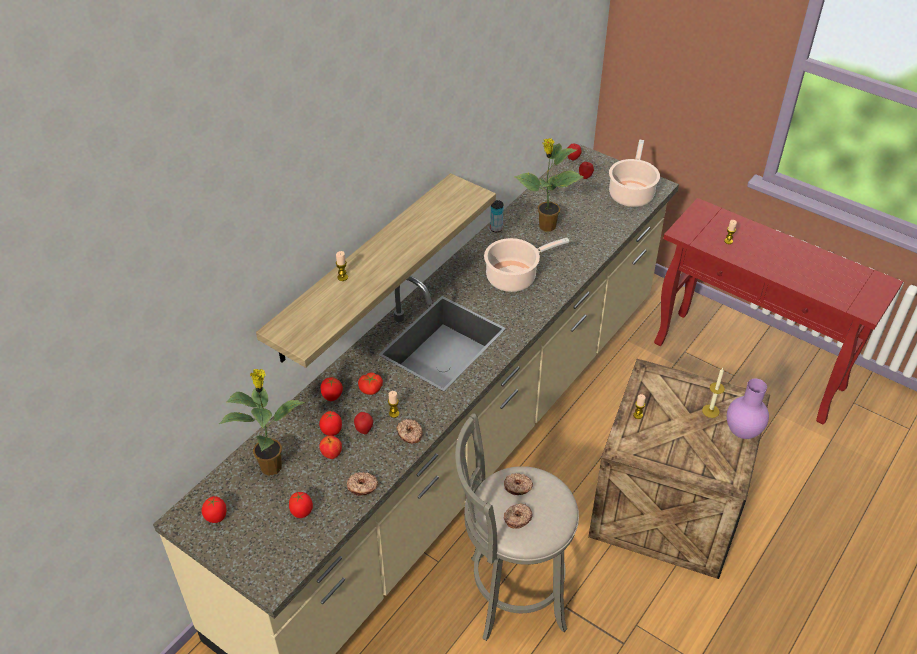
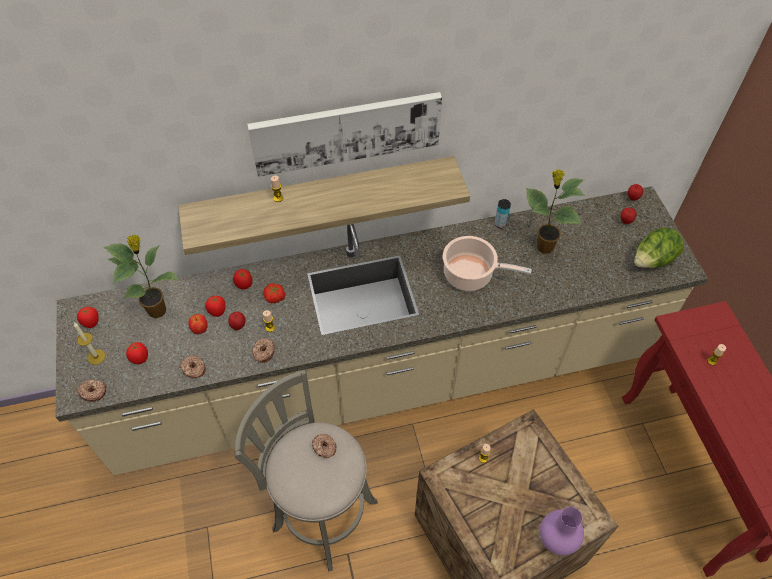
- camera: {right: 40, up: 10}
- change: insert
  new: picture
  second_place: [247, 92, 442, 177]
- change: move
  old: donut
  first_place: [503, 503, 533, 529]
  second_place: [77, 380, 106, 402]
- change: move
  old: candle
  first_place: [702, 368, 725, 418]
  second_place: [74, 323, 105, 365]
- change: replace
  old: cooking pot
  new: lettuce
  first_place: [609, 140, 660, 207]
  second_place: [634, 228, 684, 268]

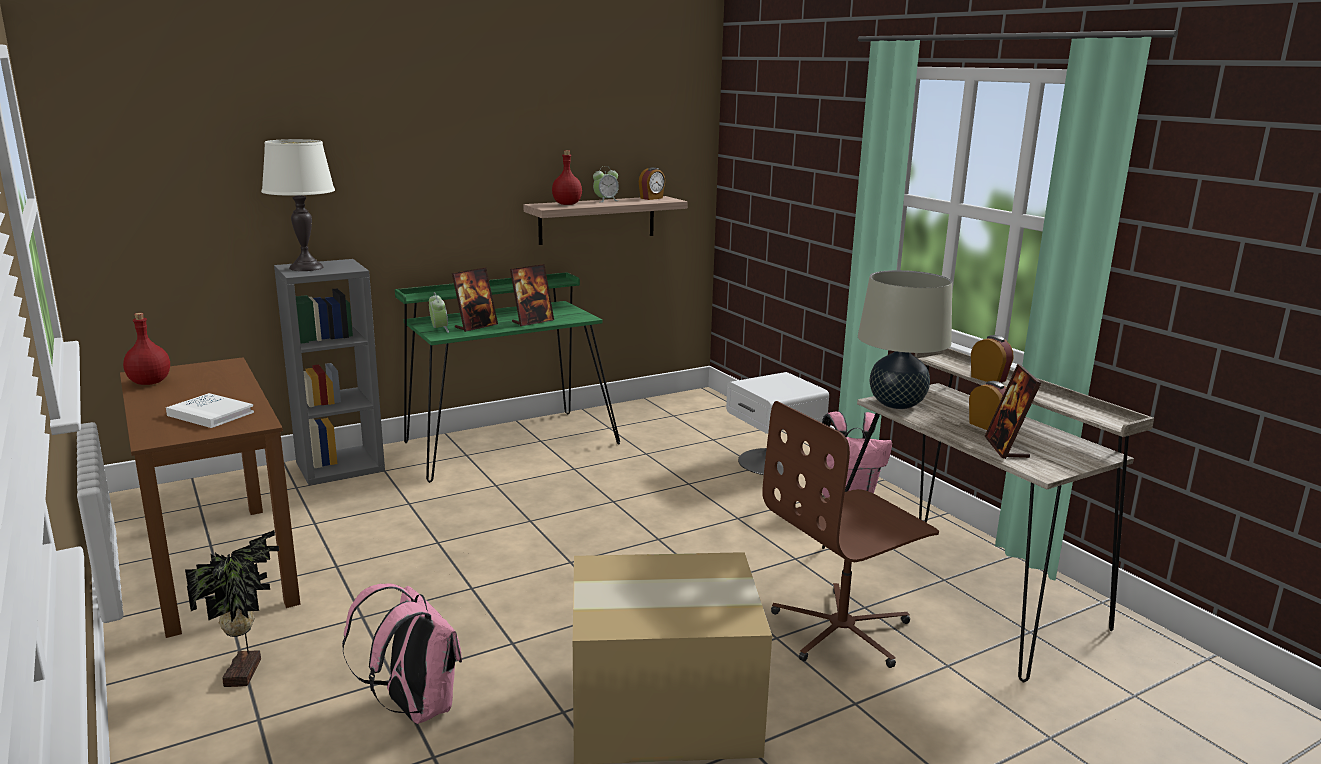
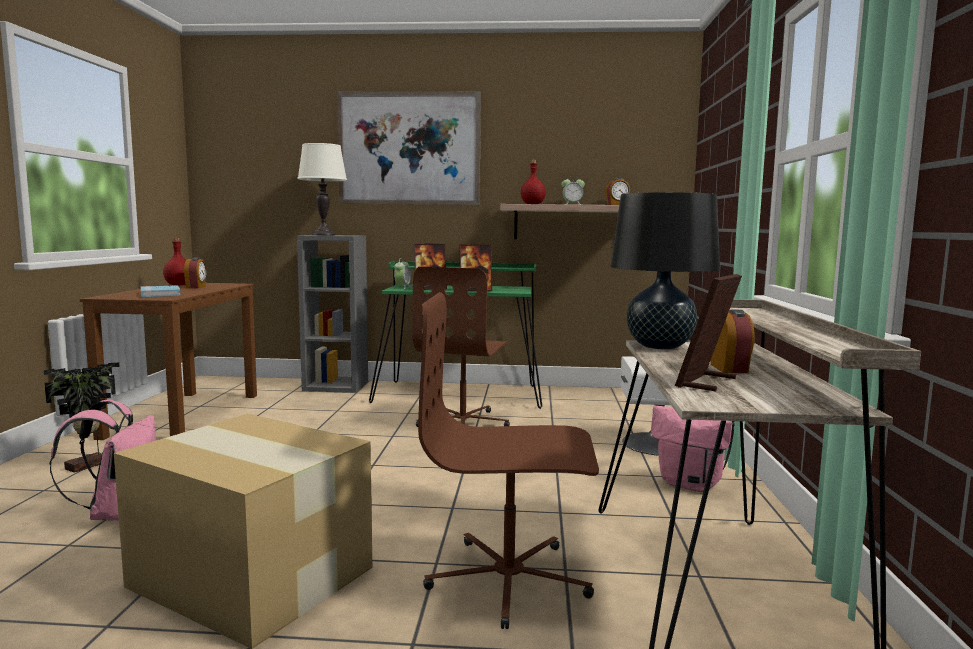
- camera: {right: 35, up: -10}
- change: insert
  new: picture
  second_place: [337, 91, 481, 205]
- change: insert
  new: brown office chair
  second_place: [412, 267, 510, 427]
- change: move
  old: alarm clock
  first_place: [971, 335, 1014, 383]
  second_place: [184, 258, 206, 289]
- change: recolor
  old: white book
  new: blue book
  first_place: [166, 393, 254, 428]
  second_place: [141, 285, 181, 297]
- change: recolor
  old: beige table lamp
  new: black table lamp
  first_place: [858, 270, 952, 409]
  second_place: [611, 192, 720, 349]

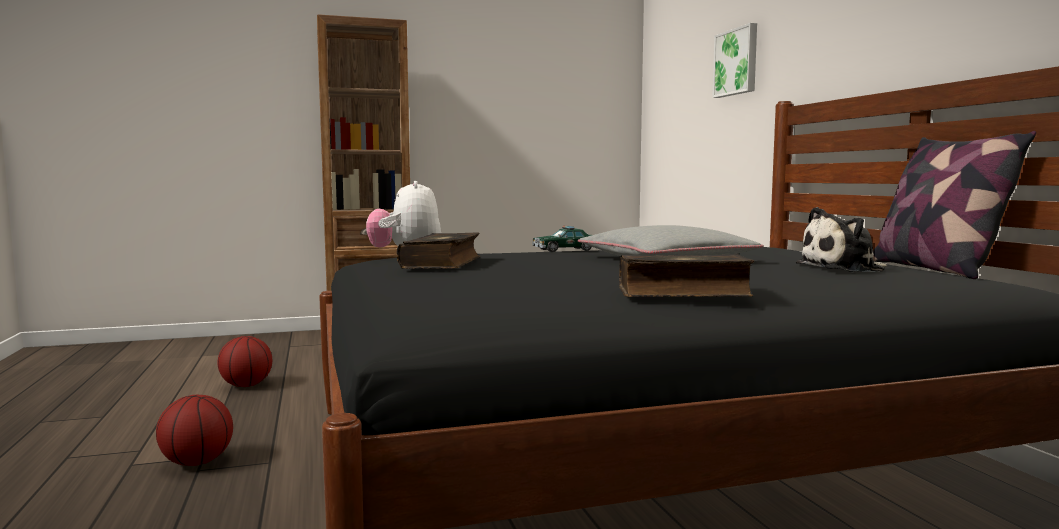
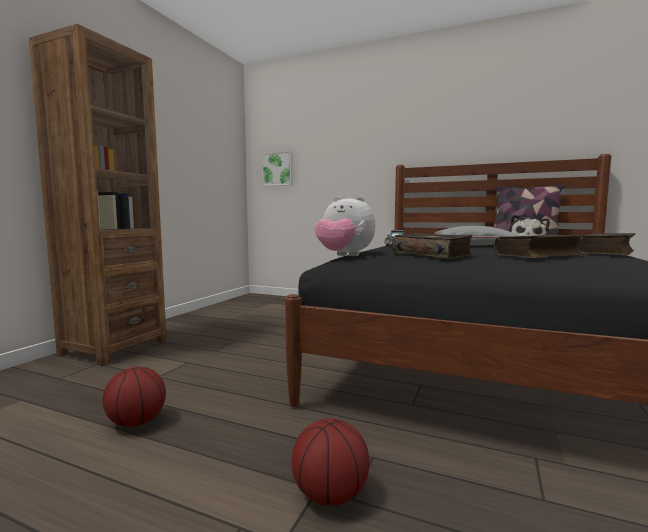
- camera: {right: -50, up: 0}
- change: insert
  new: book
  second_place: [494, 235, 583, 258]
- change: move
  old: picture
  first_place: [712, 23, 757, 98]
  second_place: [262, 151, 293, 186]

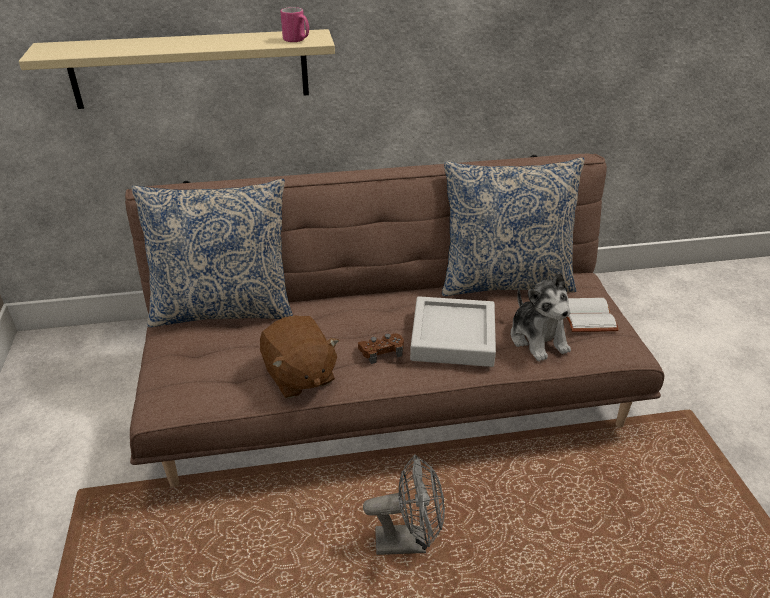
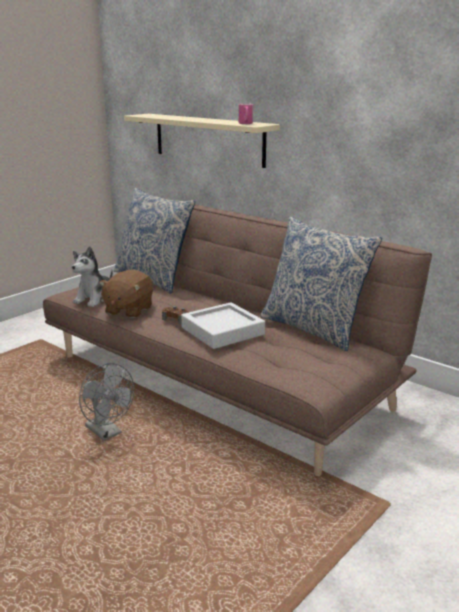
- camera: {right: 50, up: -15}
- change: delete
  old: white book
  first_place: [566, 298, 619, 332]
- change: move
  old: plush toy
  first_place: [510, 273, 571, 362]
  second_place: [72, 246, 113, 307]

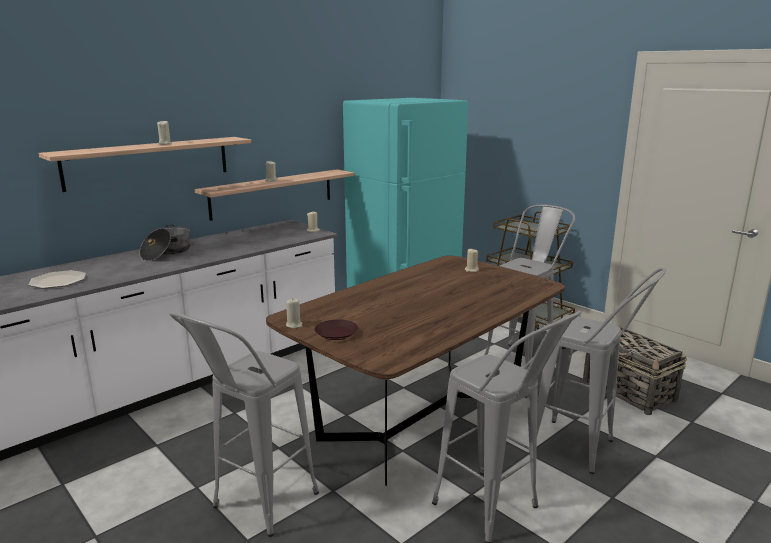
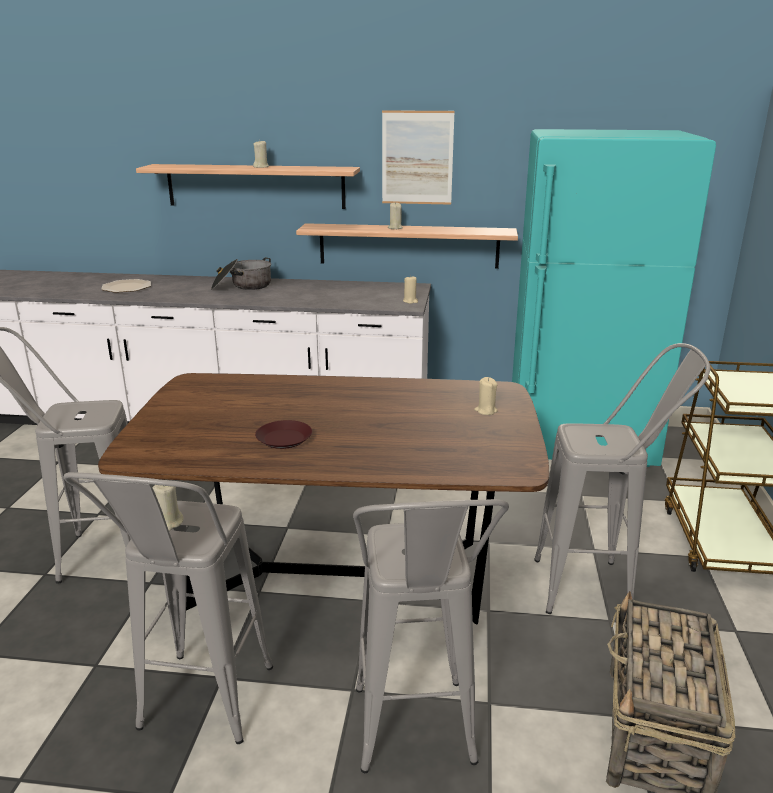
- camera: {right: 50, up: 5}
- change: insert
  new: picture
  second_place: [382, 110, 455, 205]
- change: move
  old: beige candle
  first_place: [286, 299, 302, 329]
  second_place: [153, 485, 184, 531]
- change: move
  old: brown plate
  first_place: [315, 320, 358, 340]
  second_place: [255, 420, 312, 449]

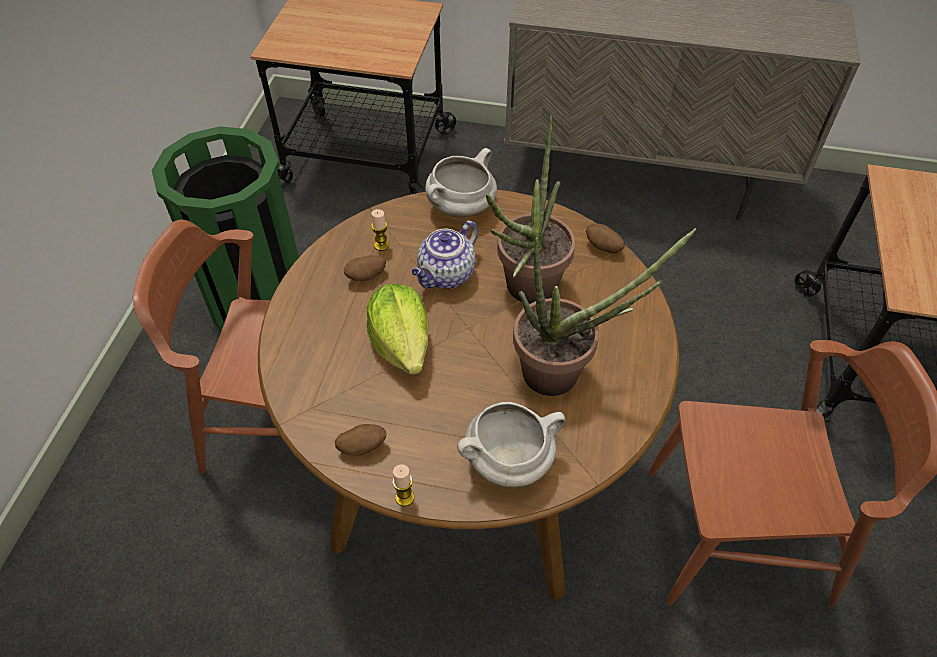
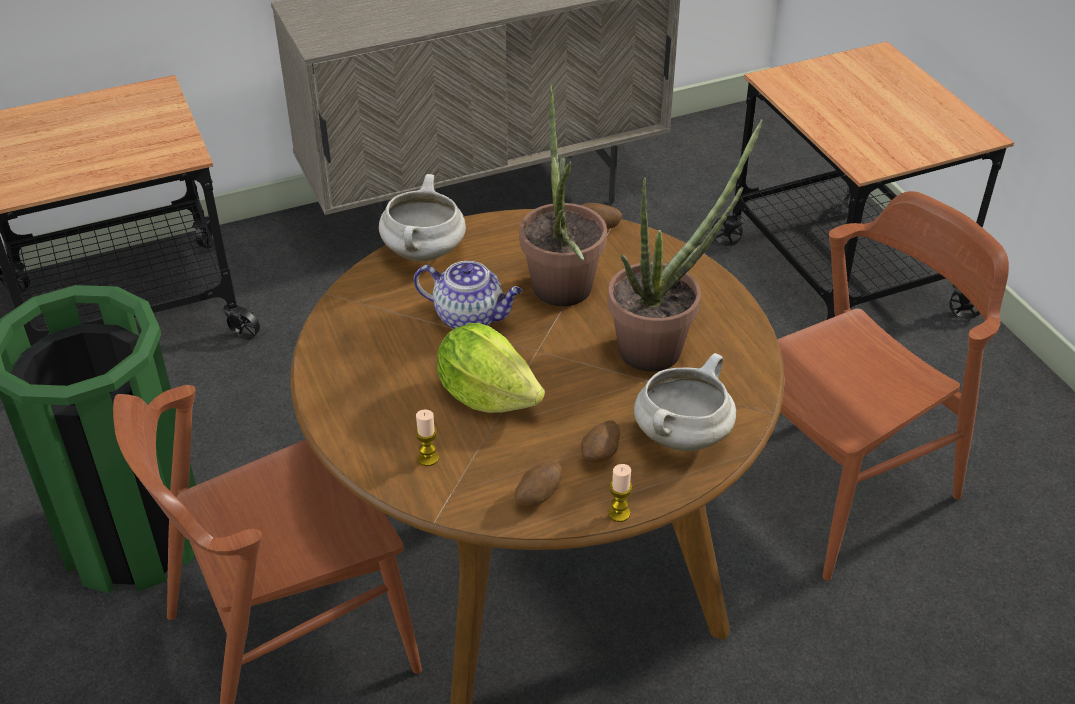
- camera: {right: -35, up: -10}
- change: move
  old: potato
  first_place: [344, 255, 386, 281]
  second_place: [581, 420, 620, 463]
- change: move
  old: candle
  first_place: [371, 209, 389, 251]
  second_place: [415, 410, 439, 466]
- change: rotate
  old: teapot
  first_place: [412, 221, 478, 289]
  second_place: [414, 261, 522, 329]
  degrees: -75

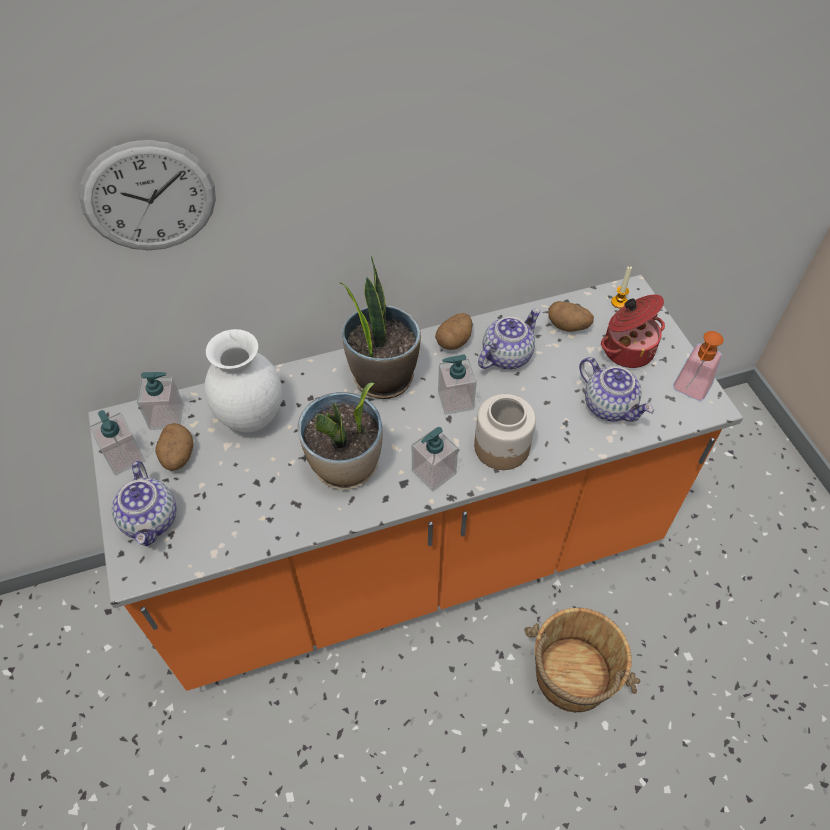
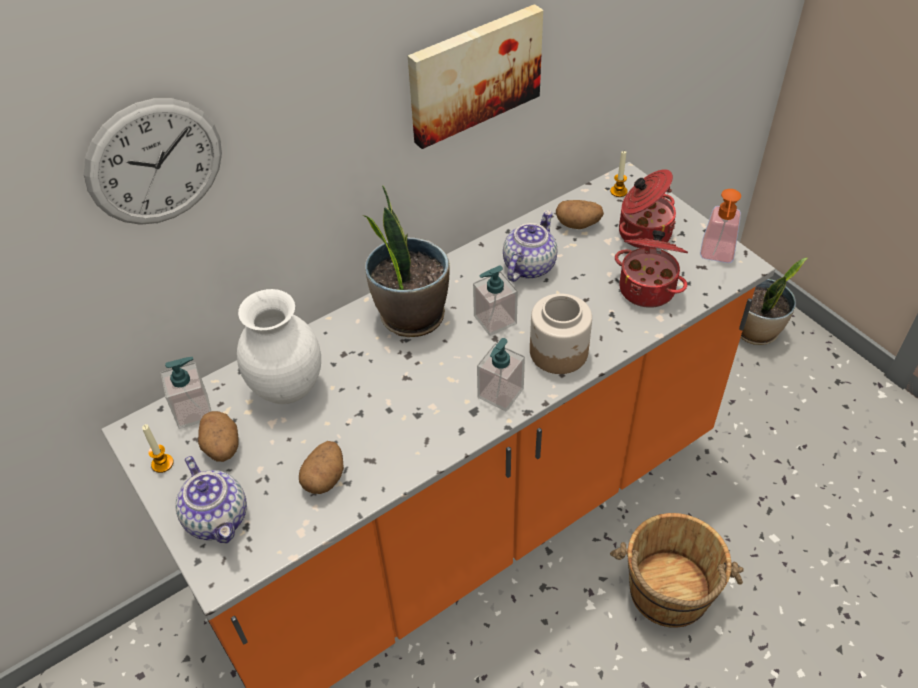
- camera: {right: -15, up: -5}
- change: insert
  new: picture
  second_place: [408, 4, 543, 149]
- change: move
  old: potted plant
  first_place: [297, 382, 383, 490]
  second_place: [741, 258, 807, 345]
- change: move
  old: potato
  first_place: [435, 313, 472, 350]
  second_place: [299, 441, 344, 494]
- change: replace
  old: soap dispenser
  new: candle
  first_place: [89, 410, 145, 475]
  second_place: [142, 424, 174, 473]
- change: replace
  old: teapot
  new: cooking pot
  first_place: [579, 357, 653, 422]
  second_place: [615, 230, 688, 308]

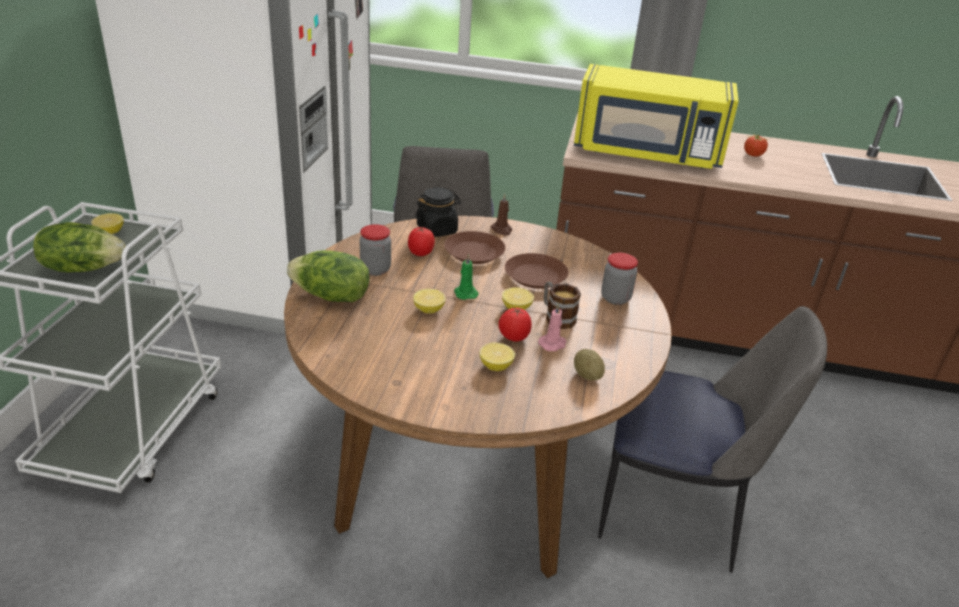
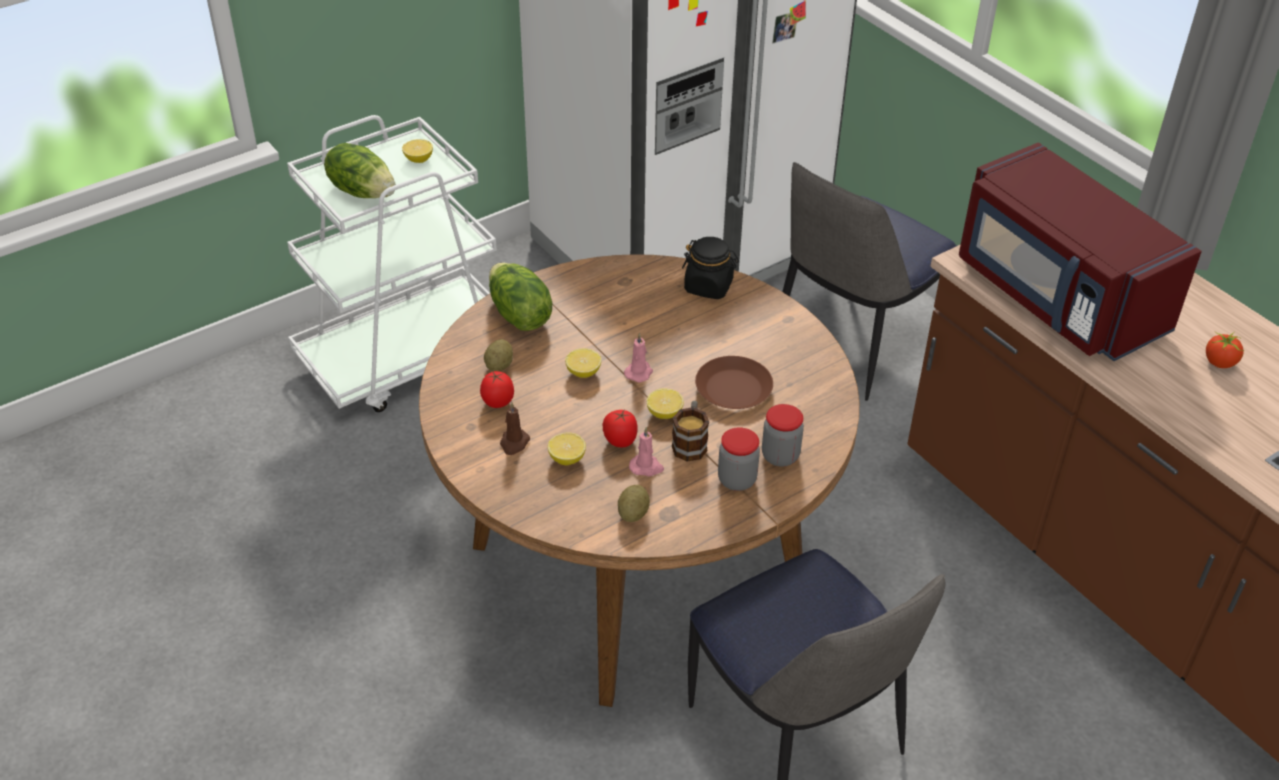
- camera: {right: 45, up: 10}
- change: delete
  old: brown plate
  first_place: [444, 231, 506, 264]
- change: insert
  new: potato
  second_place: [484, 339, 513, 372]
- change: move
  old: jar
  first_place: [360, 224, 391, 276]
  second_place: [718, 427, 760, 491]
- change: move
  old: tomato
  first_place: [408, 227, 435, 256]
  second_place: [480, 371, 514, 408]
- change: move
  old: brown candle
  first_place: [490, 194, 512, 236]
  second_place: [500, 403, 530, 455]
- change: recolor
  old: green candle
  new: pink candle
  first_place: [454, 254, 479, 300]
  second_place: [624, 333, 653, 382]
- change: recolor
  old: yellow microwave
  new: red microwave
  first_place: [574, 64, 739, 169]
  second_place: [959, 142, 1202, 361]

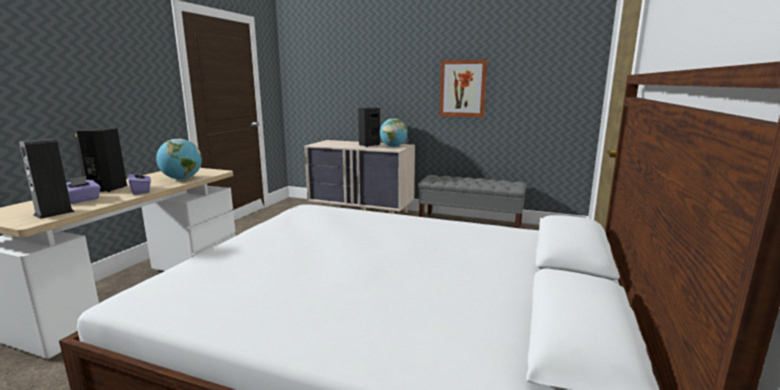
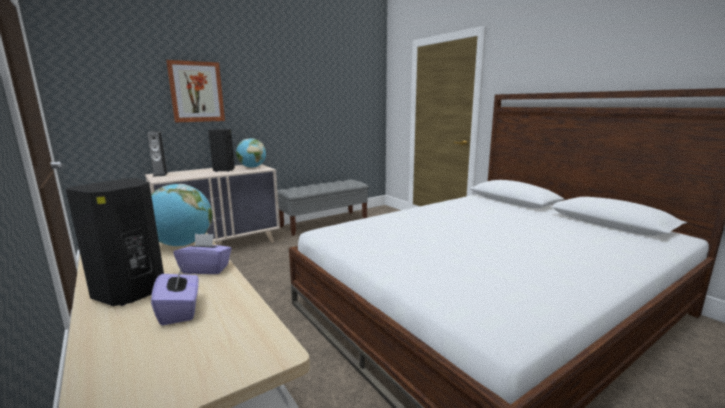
- camera: {right: -55, up: 0}
- change: move
  old: speaker
  first_place: [19, 139, 75, 219]
  second_place: [147, 131, 168, 177]
- change: move
  old: picture
  first_place: [439, 60, 487, 118]
  second_place: [166, 60, 225, 123]

